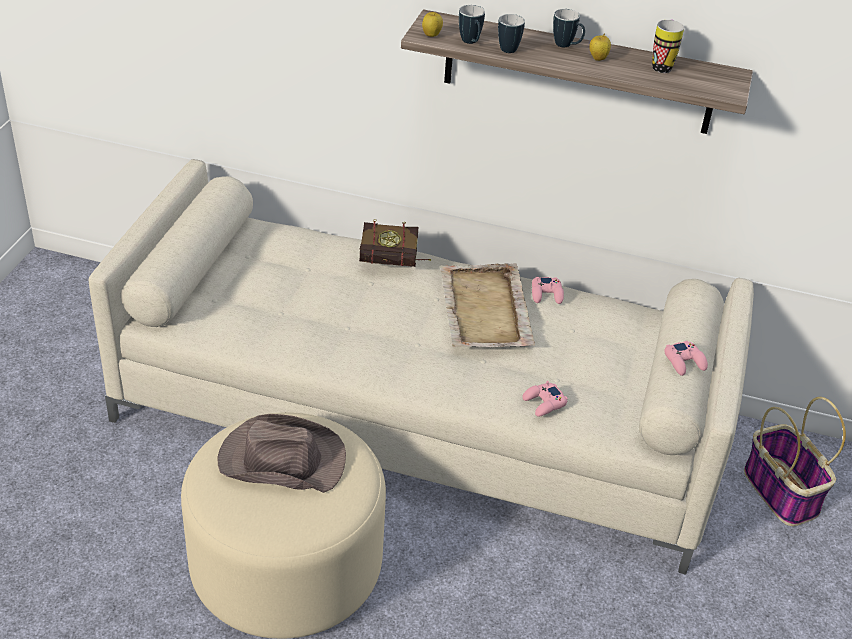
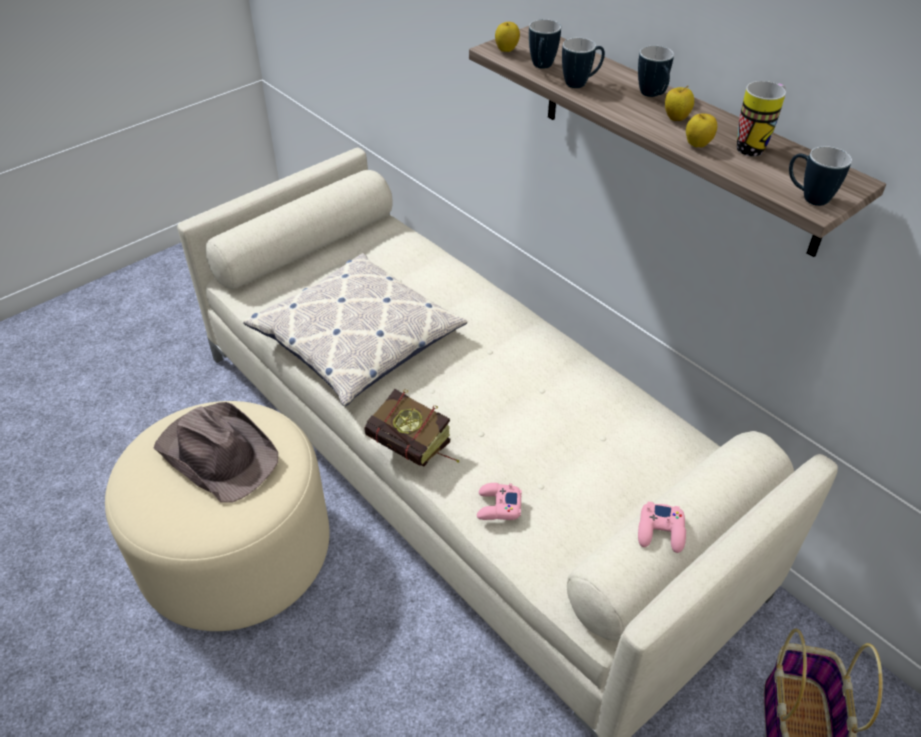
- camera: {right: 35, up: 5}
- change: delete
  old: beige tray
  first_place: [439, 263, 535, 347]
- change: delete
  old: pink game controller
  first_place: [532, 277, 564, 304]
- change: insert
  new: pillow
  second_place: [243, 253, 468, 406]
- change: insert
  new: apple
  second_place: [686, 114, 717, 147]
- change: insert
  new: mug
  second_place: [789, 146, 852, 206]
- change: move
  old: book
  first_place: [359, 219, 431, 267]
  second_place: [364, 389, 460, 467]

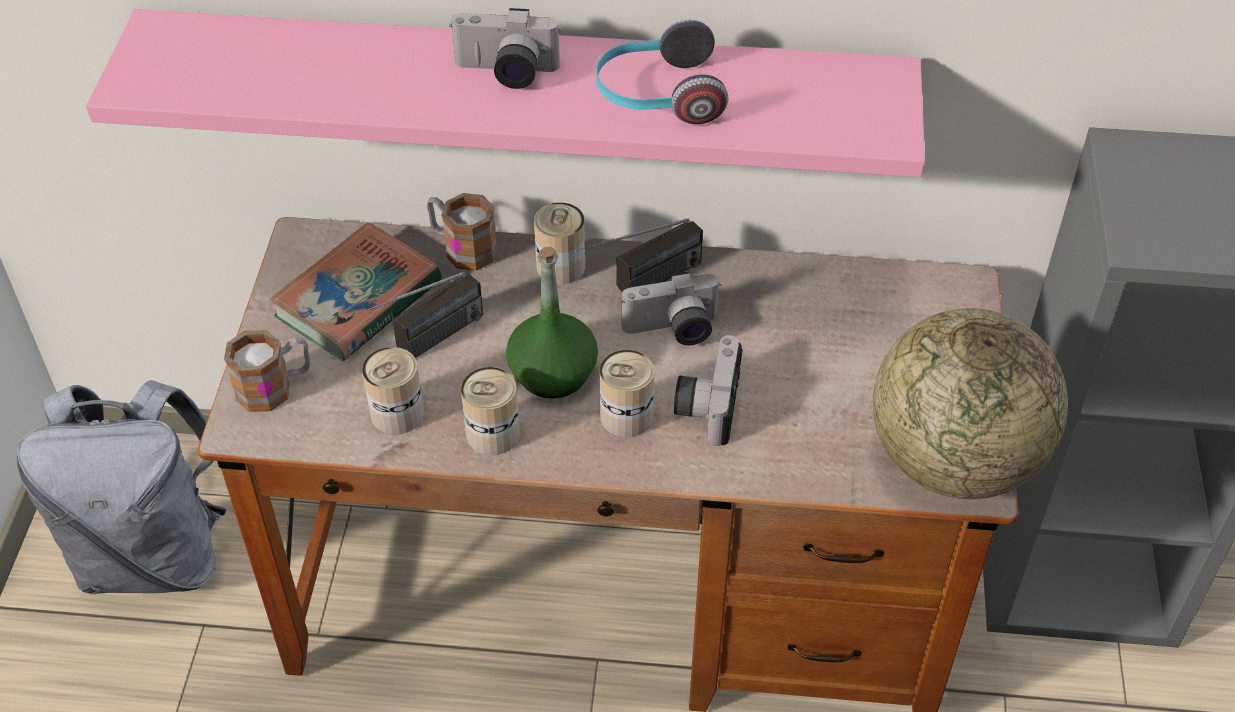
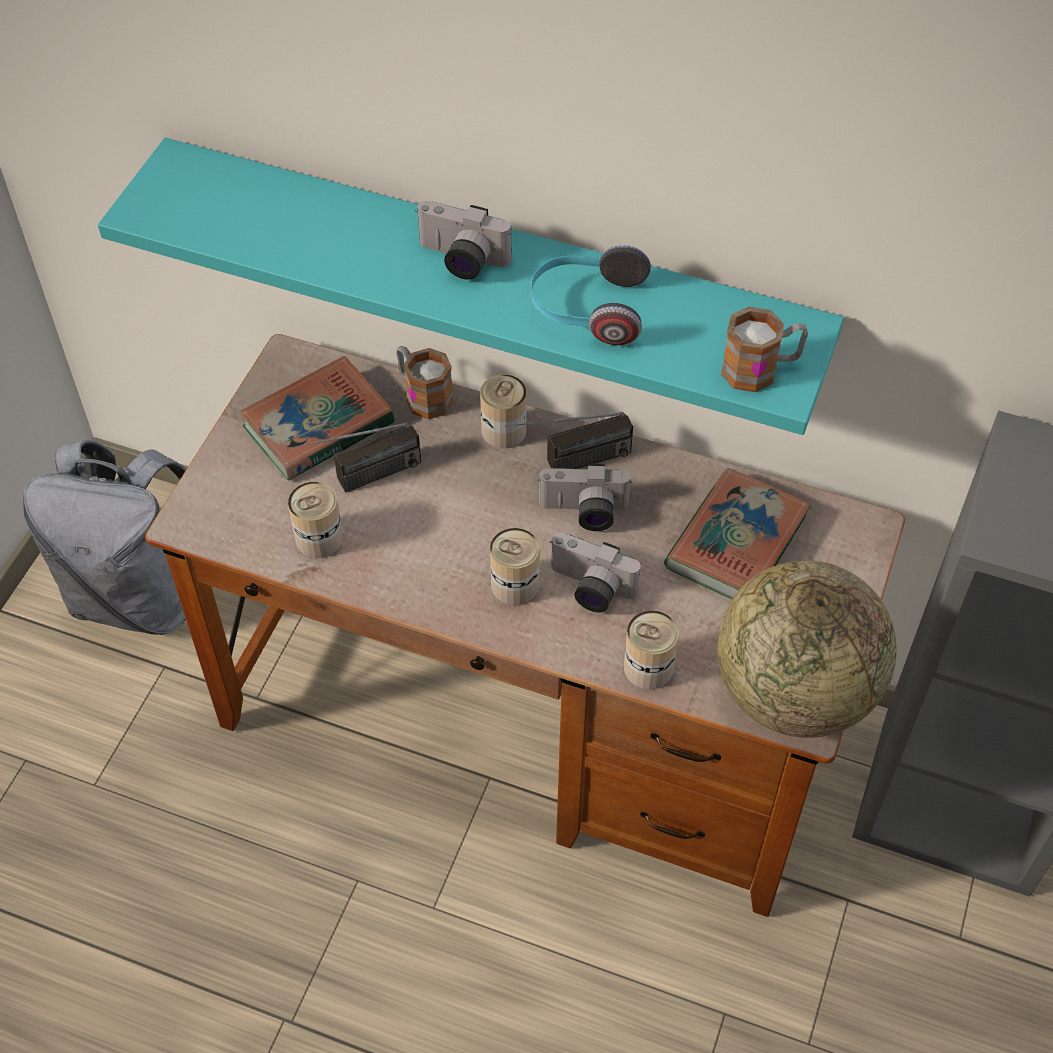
- camera: {right: 15, up: 5}
- change: delete
  old: green bottle
  first_place: [506, 247, 598, 399]
- change: insert
  new: book
  second_place: [664, 468, 811, 599]
- change: move
  old: mug
  first_place: [224, 330, 310, 412]
  second_place: [721, 307, 808, 392]
- change: move
  old: can
  first_place: [461, 367, 520, 455]
  second_place: [624, 610, 679, 690]
- change: recolor
  old: pink shelf
  new: turquoise shelf
  first_place: [86, 9, 925, 177]
  second_place: [98, 138, 844, 435]
- change: rotate
  old: photo camera
  first_place: [674, 335, 743, 446]
  second_place: [550, 532, 641, 613]
  degrees: -90

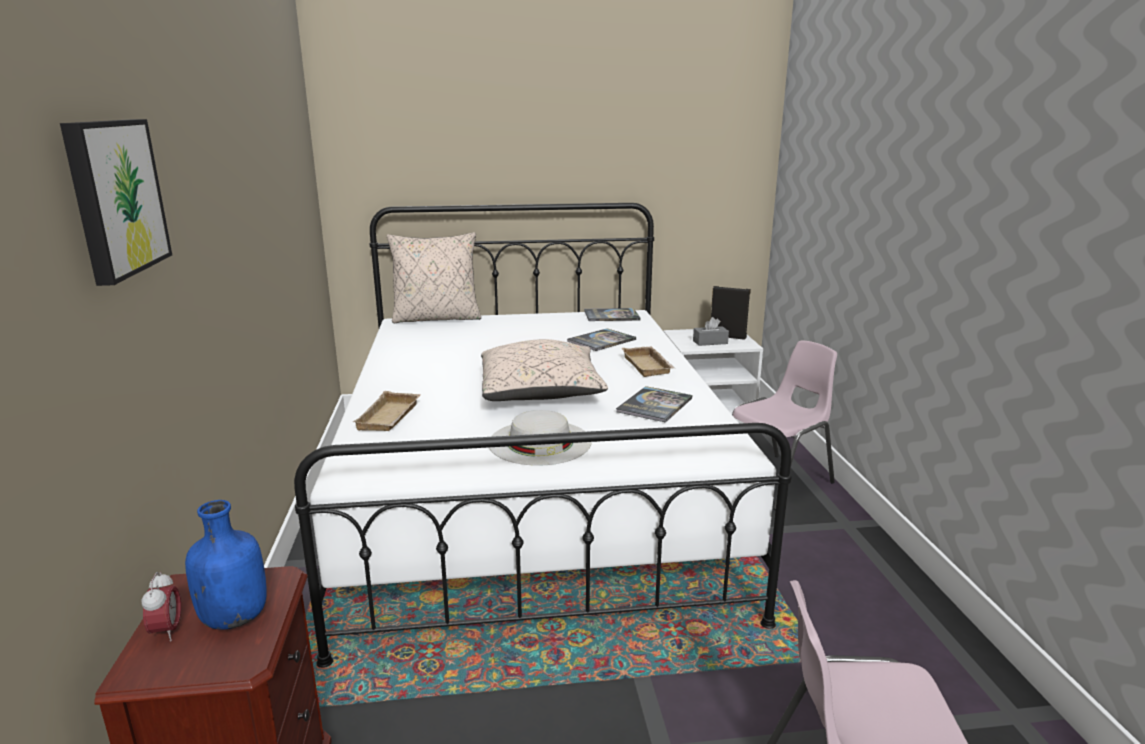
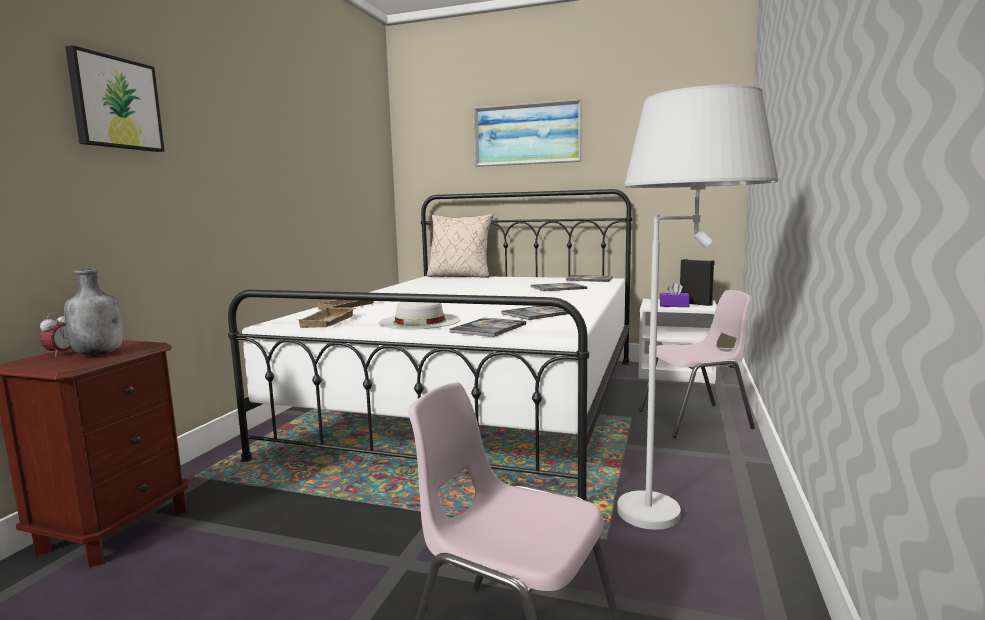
- camera: {right: 25, up: -10}
- change: delete
  old: beige pillow
  first_place: [481, 339, 608, 401]
- change: insert
  new: book
  second_place: [450, 318, 526, 337]
- change: insert
  new: picture
  second_place: [473, 99, 582, 167]
- change: insert
  new: white floor lamp
  second_place: [617, 85, 778, 530]
- change: move
  old: beige tray
  first_place: [622, 346, 675, 377]
  second_place: [299, 306, 356, 328]
- change: recolor
  old: blue bottle
  new: grey bottle
  first_place: [185, 500, 267, 630]
  second_place: [64, 269, 123, 356]
- change: recolor
  old: grey tissue box
  new: purple tissue box
  first_place: [693, 317, 729, 346]
  second_place: [659, 283, 690, 307]

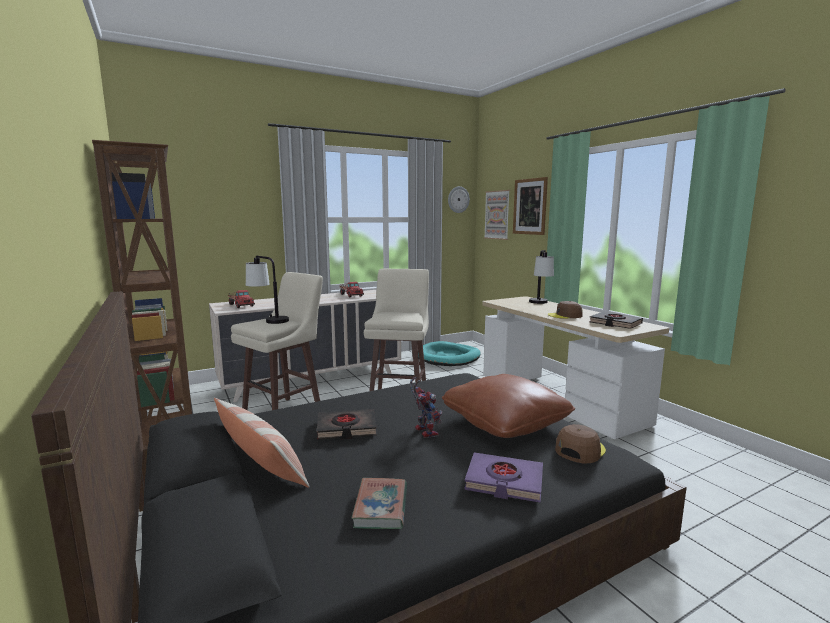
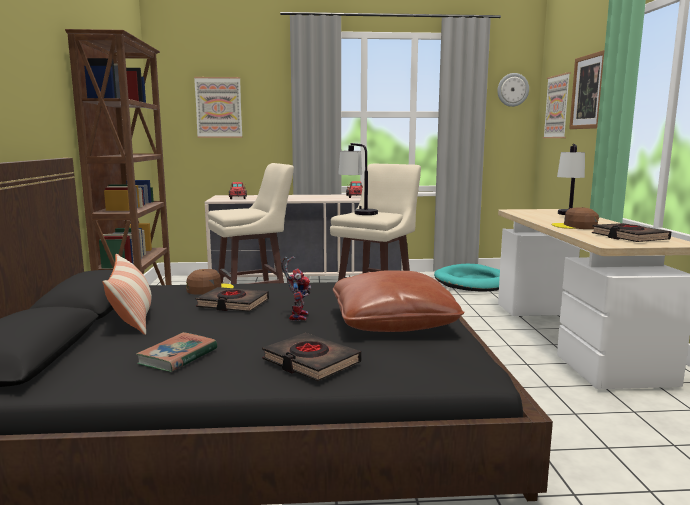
- camera: {right: 25, up: 0}
- change: insert
  new: picture
  second_place: [194, 77, 242, 138]
- change: move
  old: table lamp
  first_place: [246, 256, 289, 324]
  second_place: [338, 143, 378, 215]
- change: move
  old: brown cap
  first_place: [555, 424, 606, 464]
  second_place: [186, 269, 234, 295]
- change: recolor
  old: purple book
  new: black book
  first_place: [464, 452, 543, 503]
  second_place: [262, 333, 361, 381]

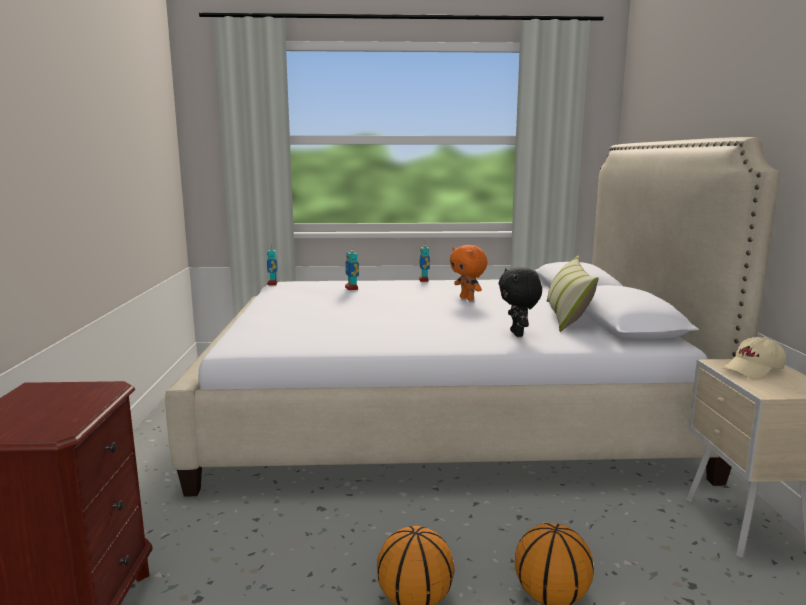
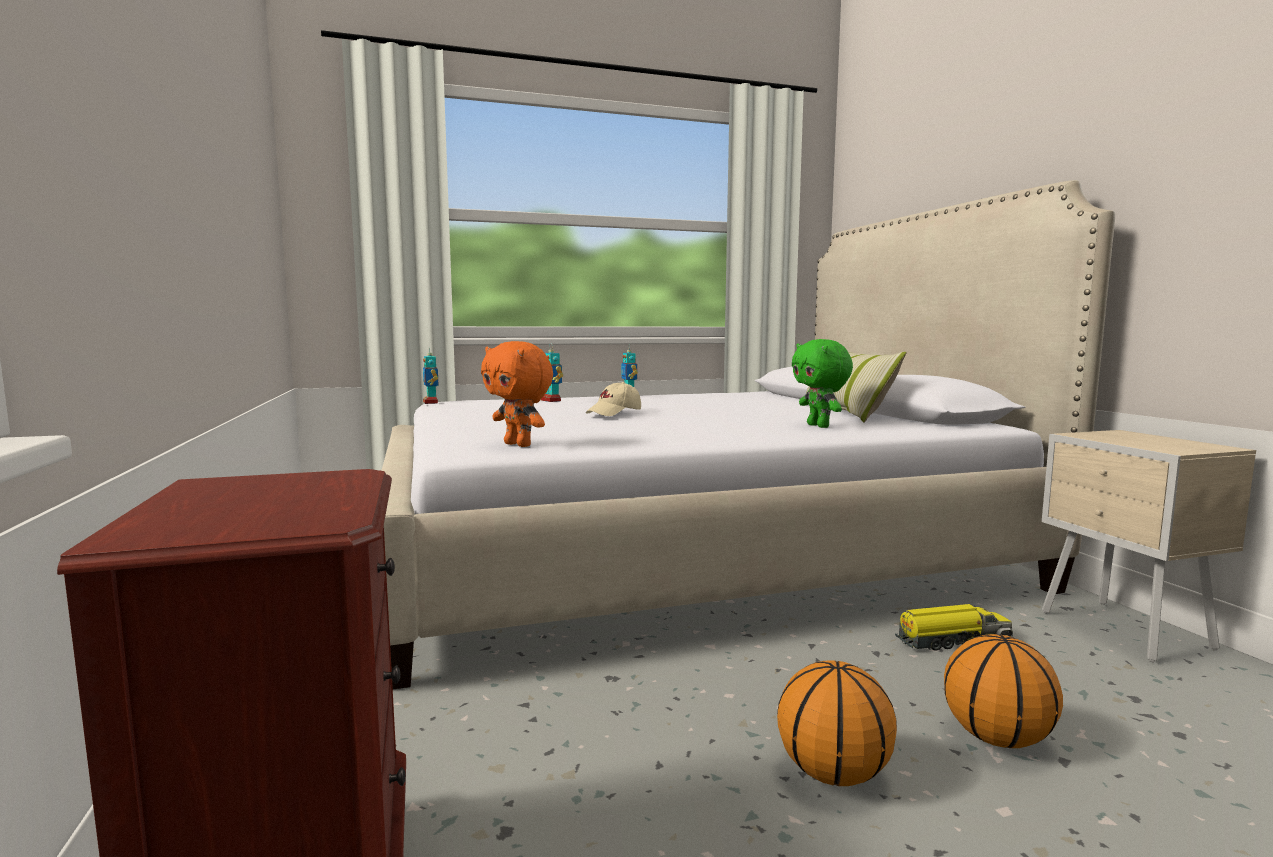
- camera: {right: -15, up: -5}
- change: insert
  new: toy truck
  second_place: [895, 604, 1013, 651]
- change: move
  old: orange plush toy
  first_place: [450, 245, 488, 301]
  second_place: [481, 341, 553, 447]
- change: move
  old: beige cap
  first_place: [722, 337, 785, 379]
  second_place: [586, 382, 641, 416]
- change: recolor
  old: black plush toy
  new: green plush toy
  first_place: [499, 267, 542, 337]
  second_place: [792, 339, 853, 428]

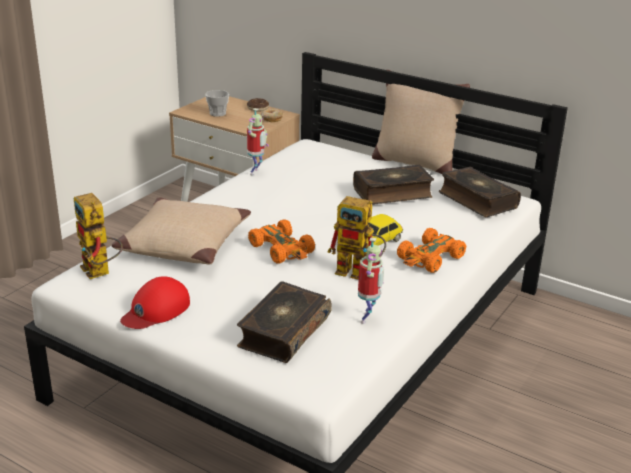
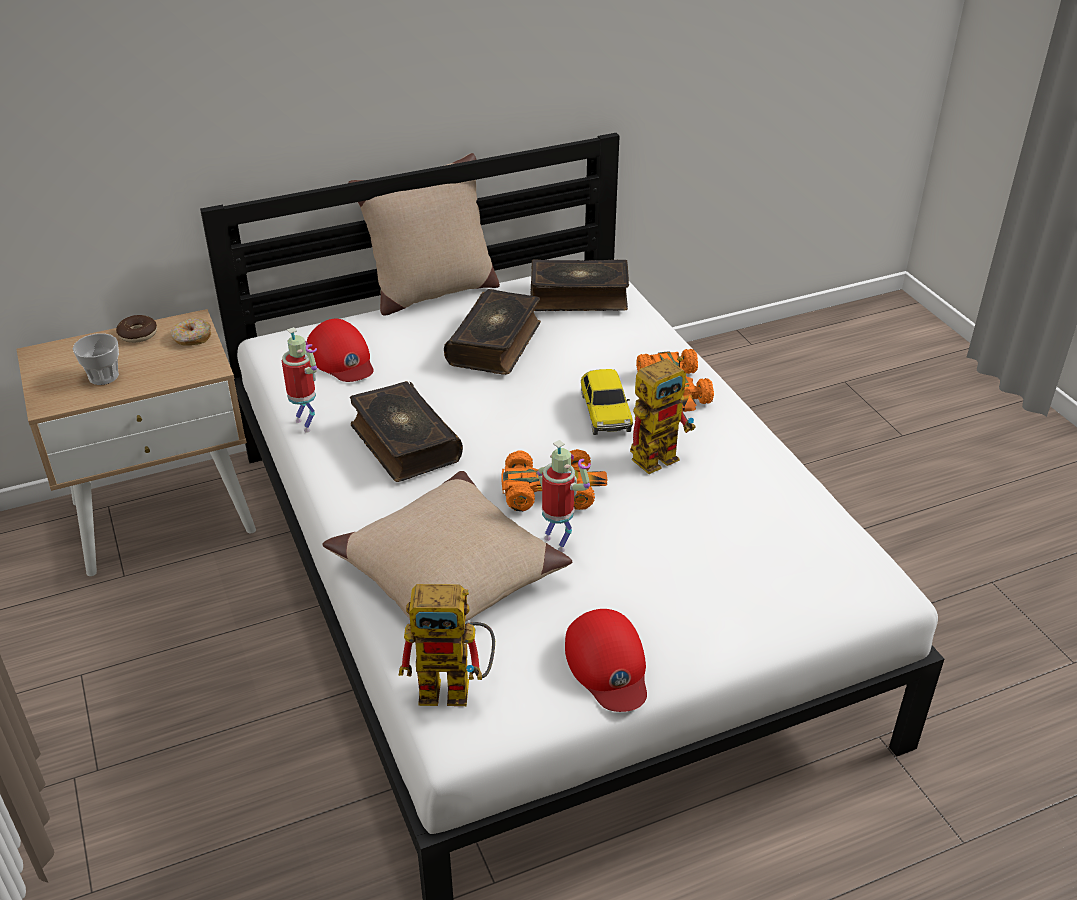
- camera: {right: -55, up: 10}
- change: insert
  new: red cap
  second_place: [307, 319, 374, 382]
- change: move
  old: book
  first_place: [237, 281, 332, 363]
  second_place: [350, 381, 463, 482]
- change: move
  old: toy robot
  first_place: [358, 238, 384, 324]
  second_place: [537, 440, 591, 552]

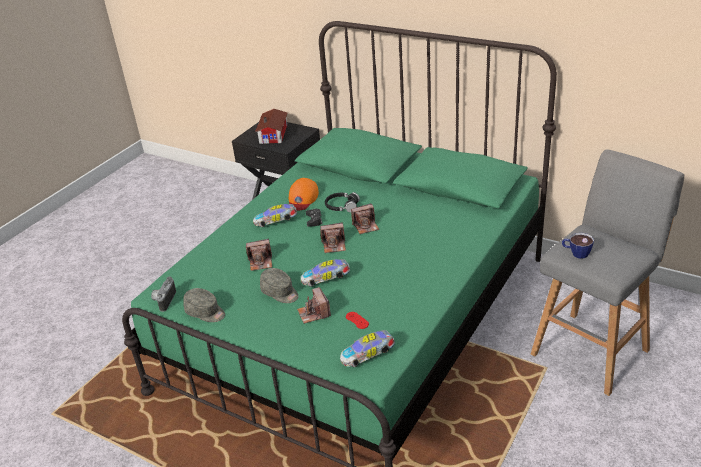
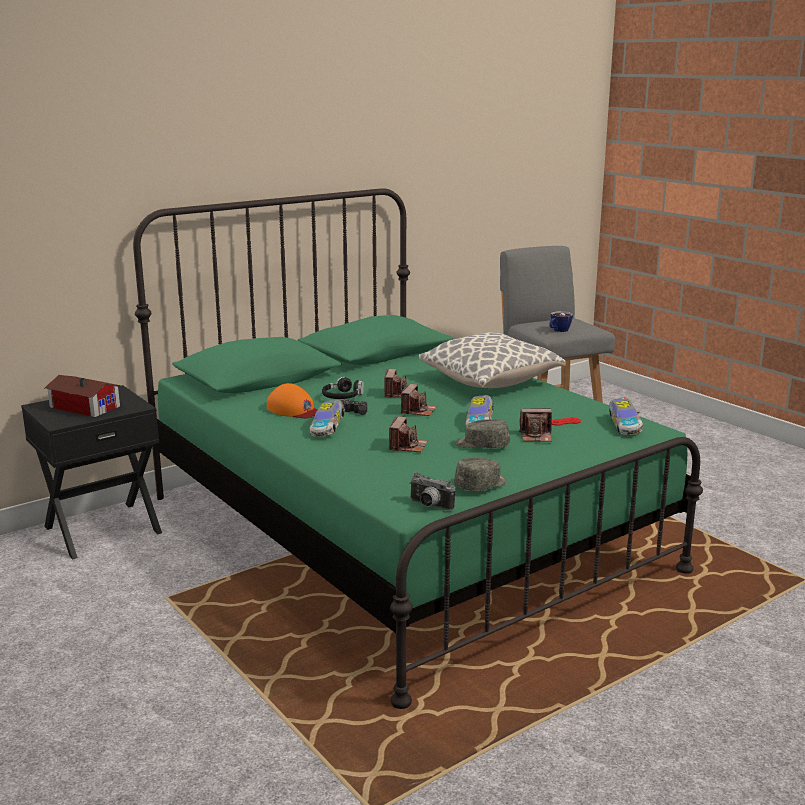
- camera: {right: -70, up: -15}
- change: insert
  new: pillow
  second_place: [419, 332, 566, 388]
- change: rotate
  old: grey cap
  first_place: [260, 268, 298, 303]
  second_place: [455, 419, 510, 448]
  degrees: -135

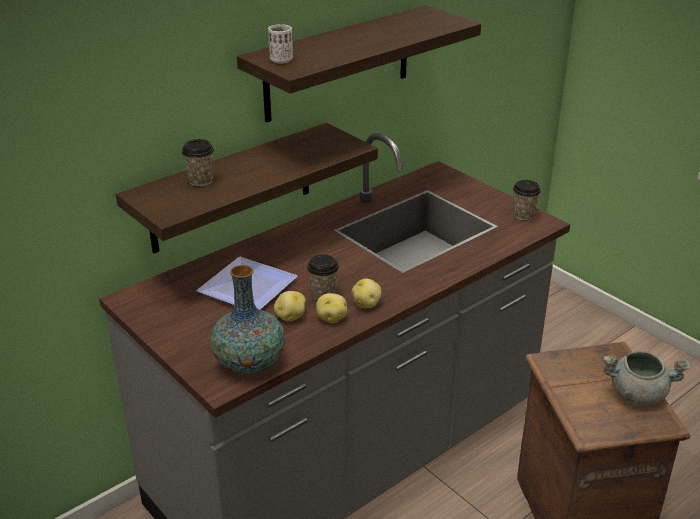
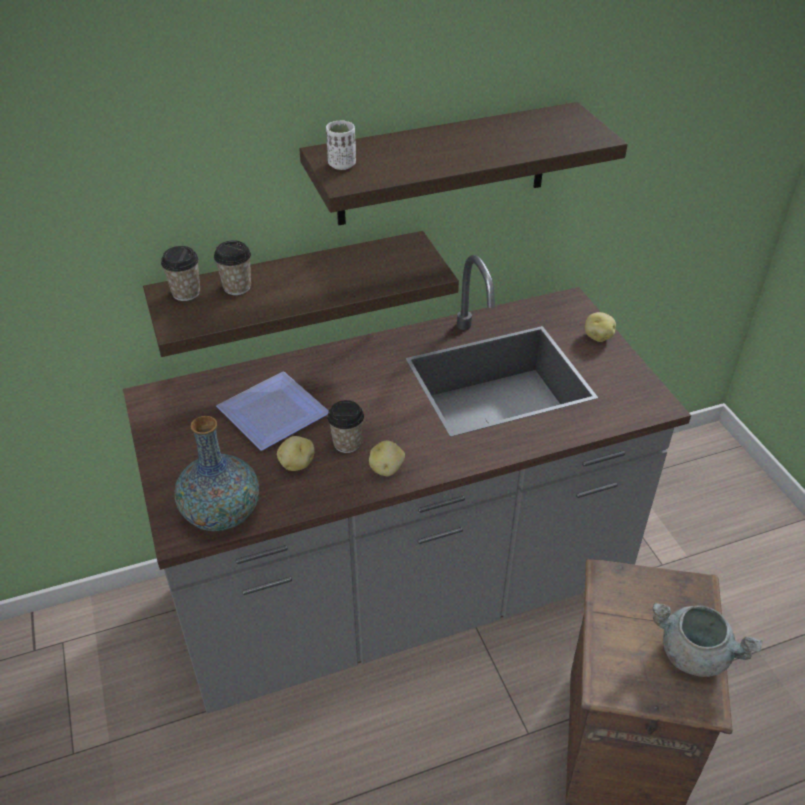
- camera: {right: 20, up: 10}
- change: move
  old: potato
  first_place: [316, 293, 347, 323]
  second_place: [585, 312, 616, 342]
- change: move
  old: cup
  first_place: [513, 180, 541, 220]
  second_place: [161, 246, 200, 301]

